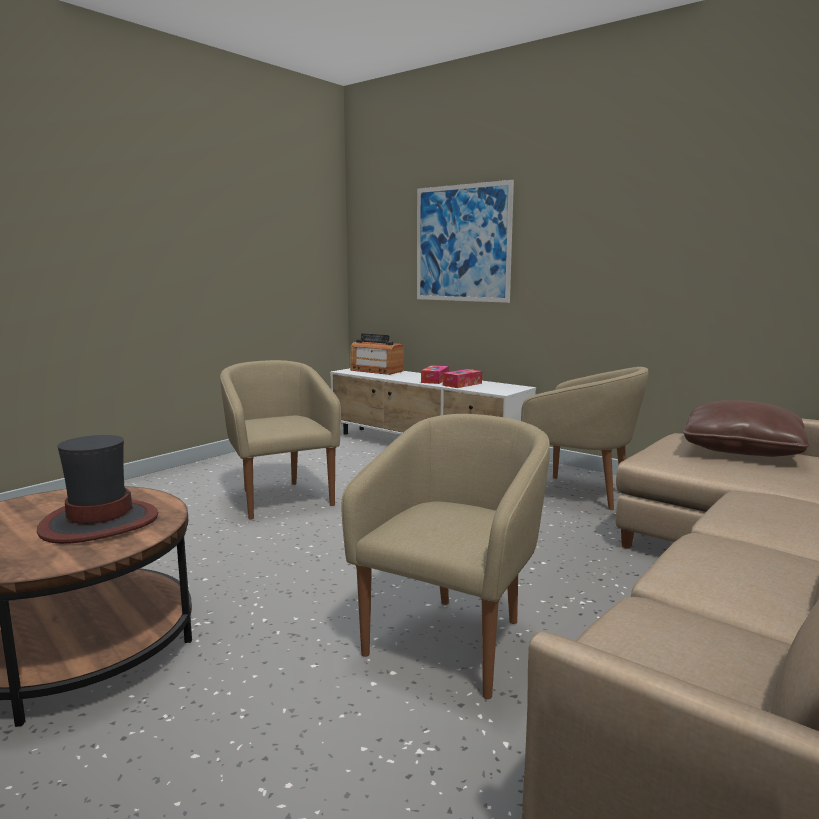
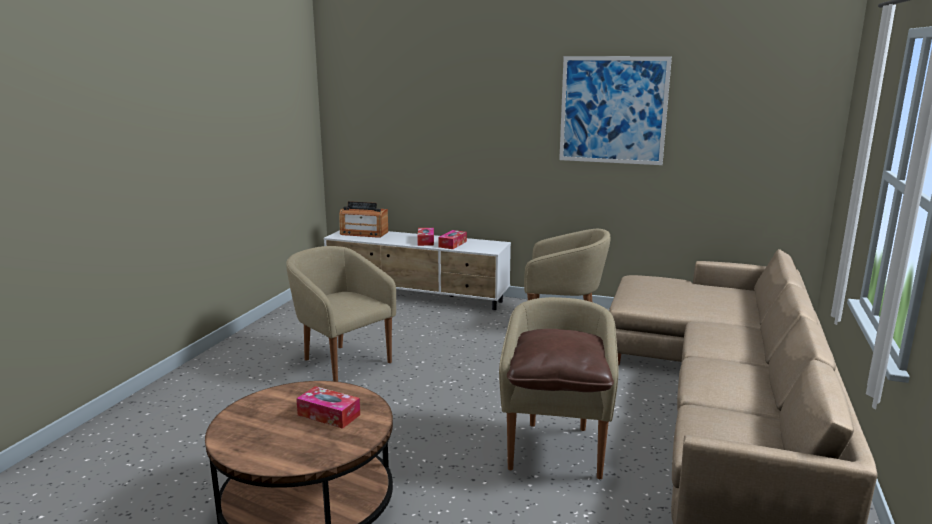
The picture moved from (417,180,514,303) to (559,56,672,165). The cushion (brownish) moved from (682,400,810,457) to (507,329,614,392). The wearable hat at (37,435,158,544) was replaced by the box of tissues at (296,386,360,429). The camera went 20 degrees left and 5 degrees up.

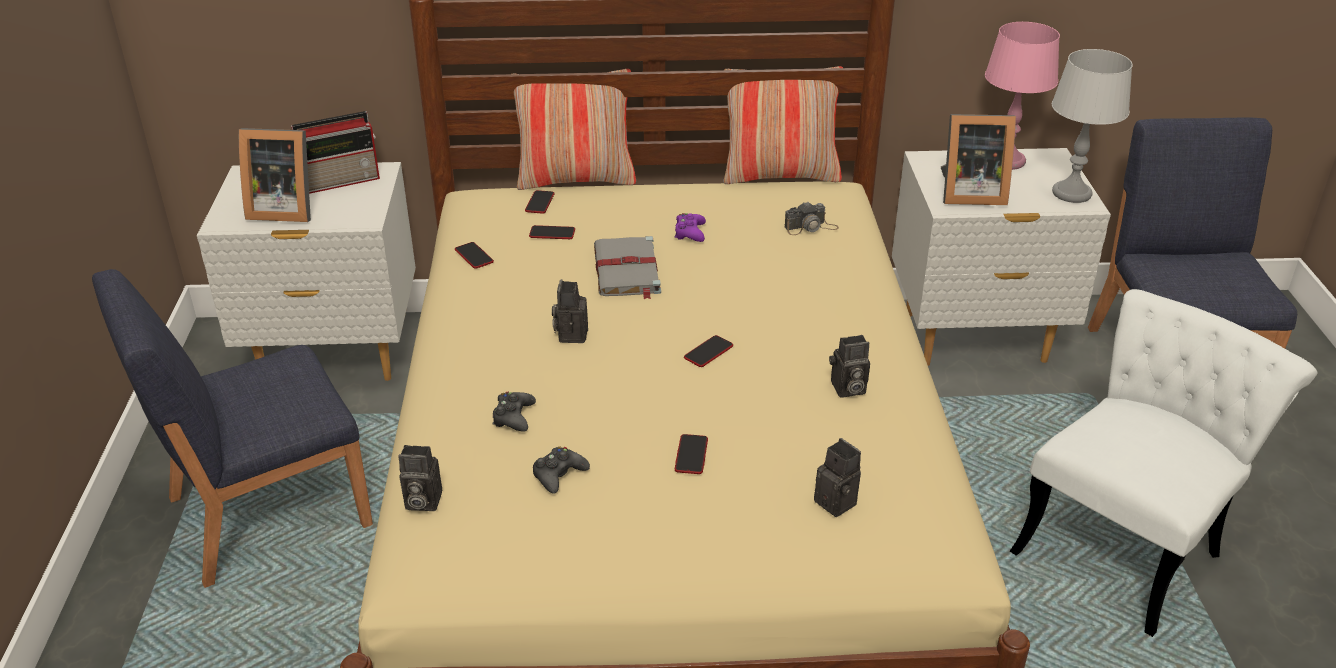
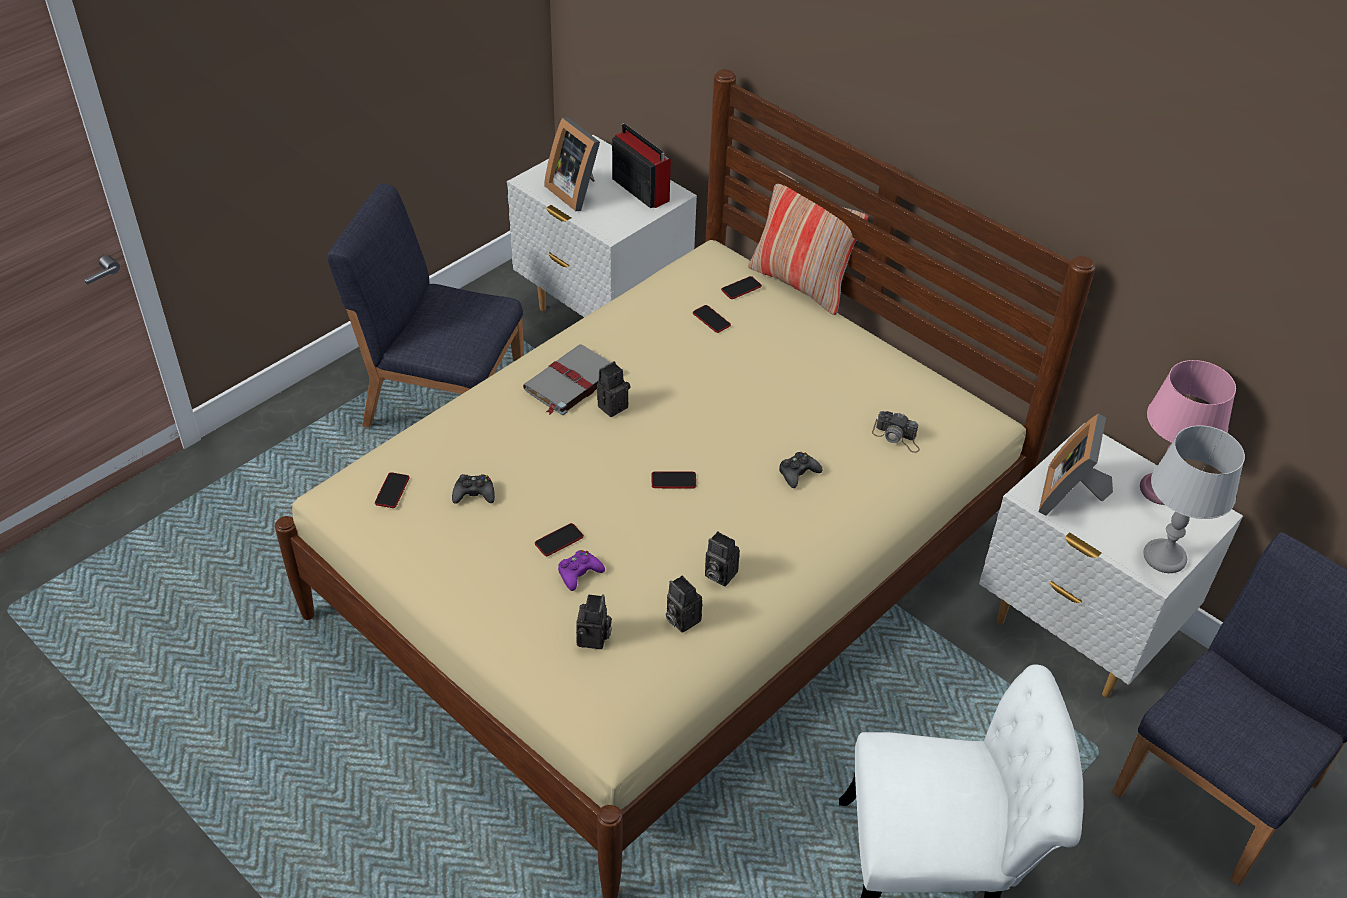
The cushion at (723,66,843,184) disappeared. The radio set at (291,111,380,194) turned 150 degrees counterclockwise. The photo frame at (941,114,1016,205) turned 60 degrees clockwise. The game controller (purple) moved from (674,213,706,242) to (558,550,605,591). The book (greyish) moved from (594,236,661,299) to (523,344,611,415). The telephone moved from (455,242,494,269) to (375,472,409,508). The game controller (black-coloured) moved from (492,392,536,432) to (779,452,823,488). The photo camera moved from (398,445,442,511) to (666,576,702,633). The camera went 45 degrees right and 10 degrees up.

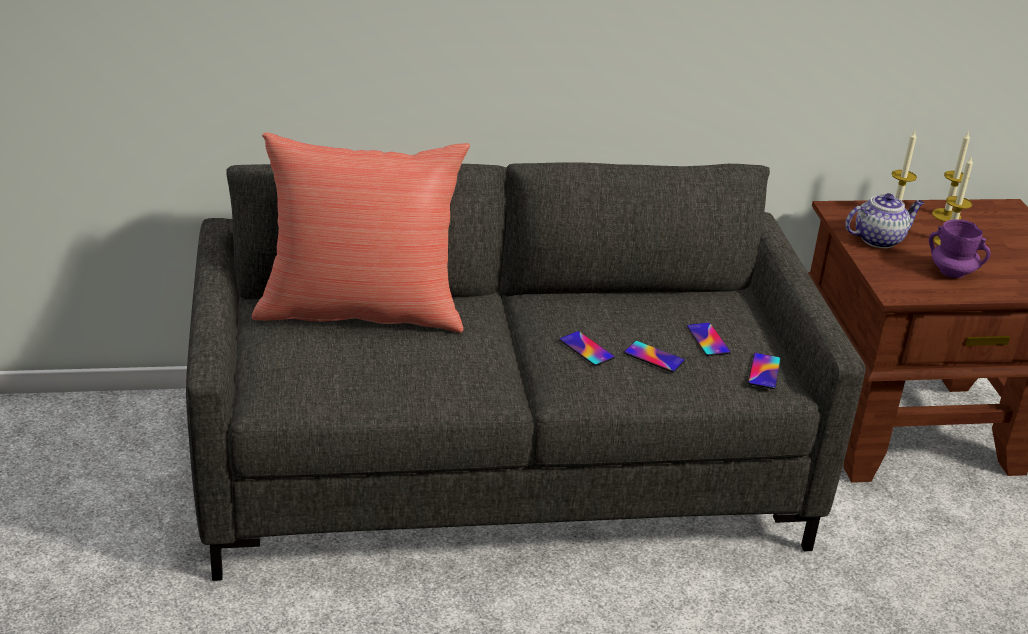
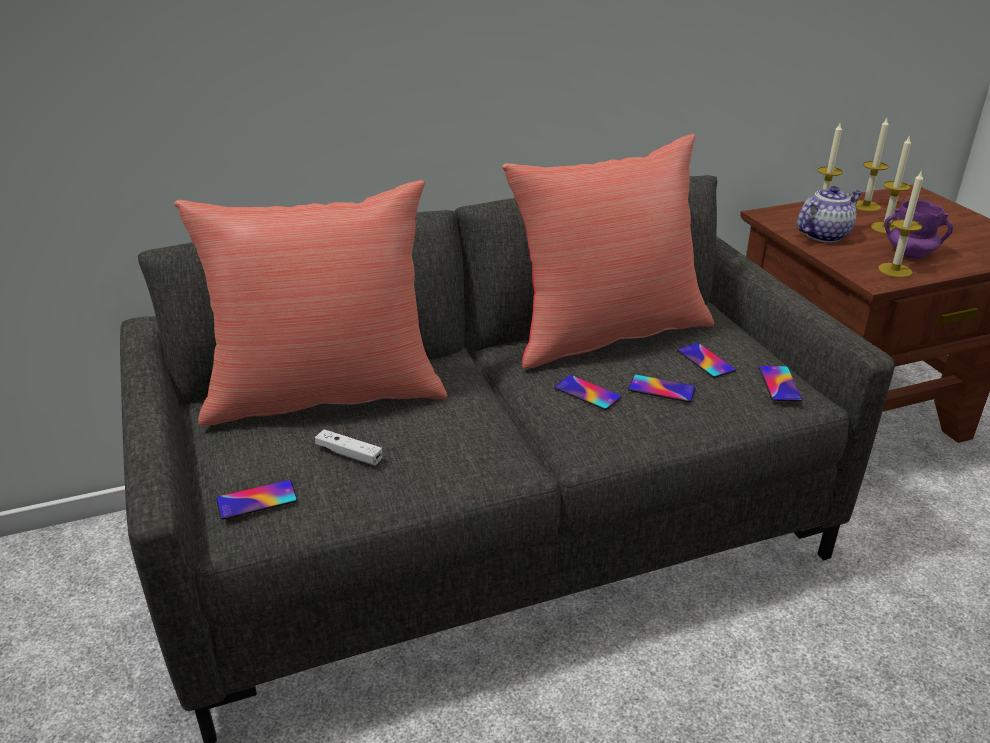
The cushion (reddish) at (502,134,714,369) appeared. The candle at (878,170,923,278) appeared. The game controller (white) at (315,429,382,466) appeared. The telephone at (216,480,297,520) appeared. The camera went 10 degrees left and 0 degrees up.

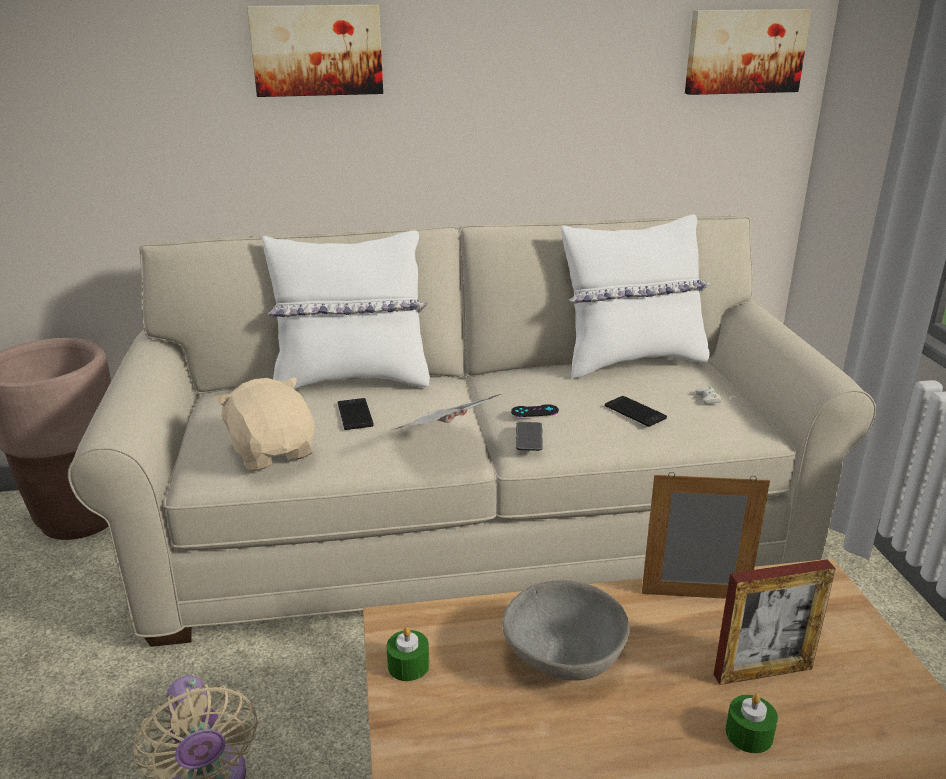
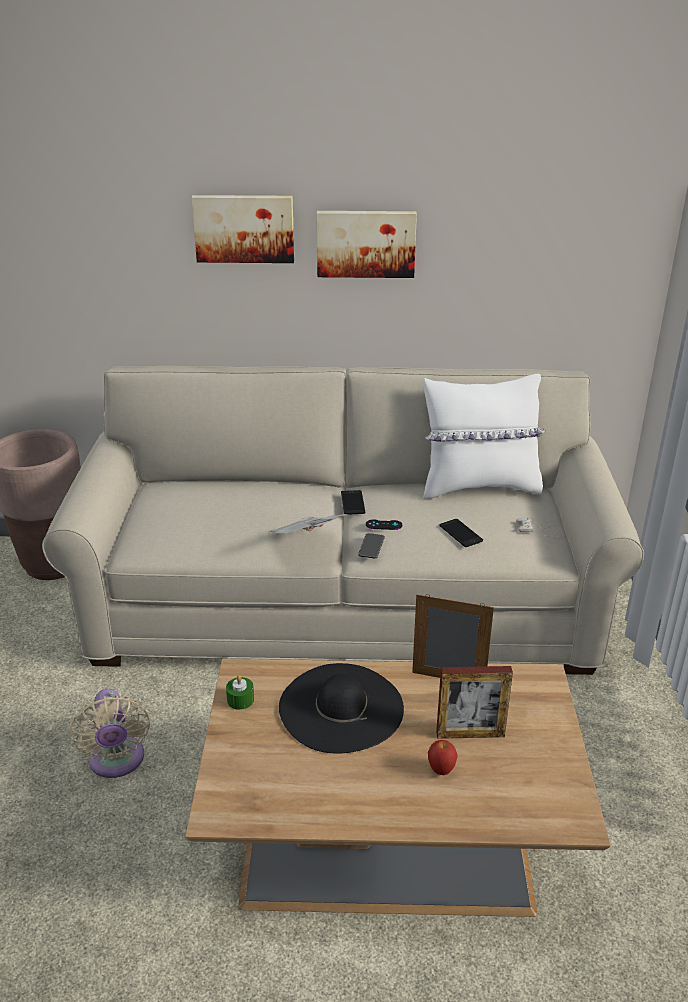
The picture moved from (685,9,811,95) to (316,211,417,278). The cushion (white) at (262,230,430,389) disappeared. The soft toy (beige-coloured) at (214,377,315,472) disappeared. The telephone moved from (338,398,374,430) to (341,490,365,515). The serving bowl (greyish) at (502,580,630,681) was replaced by the wearable hat (black-coloured) at (279,663,404,754). The candle (greenish) at (726,693,778,753) was replaced by the apple fruit at (428,740,458,775). The camera went 10 degrees right and 5 degrees up.

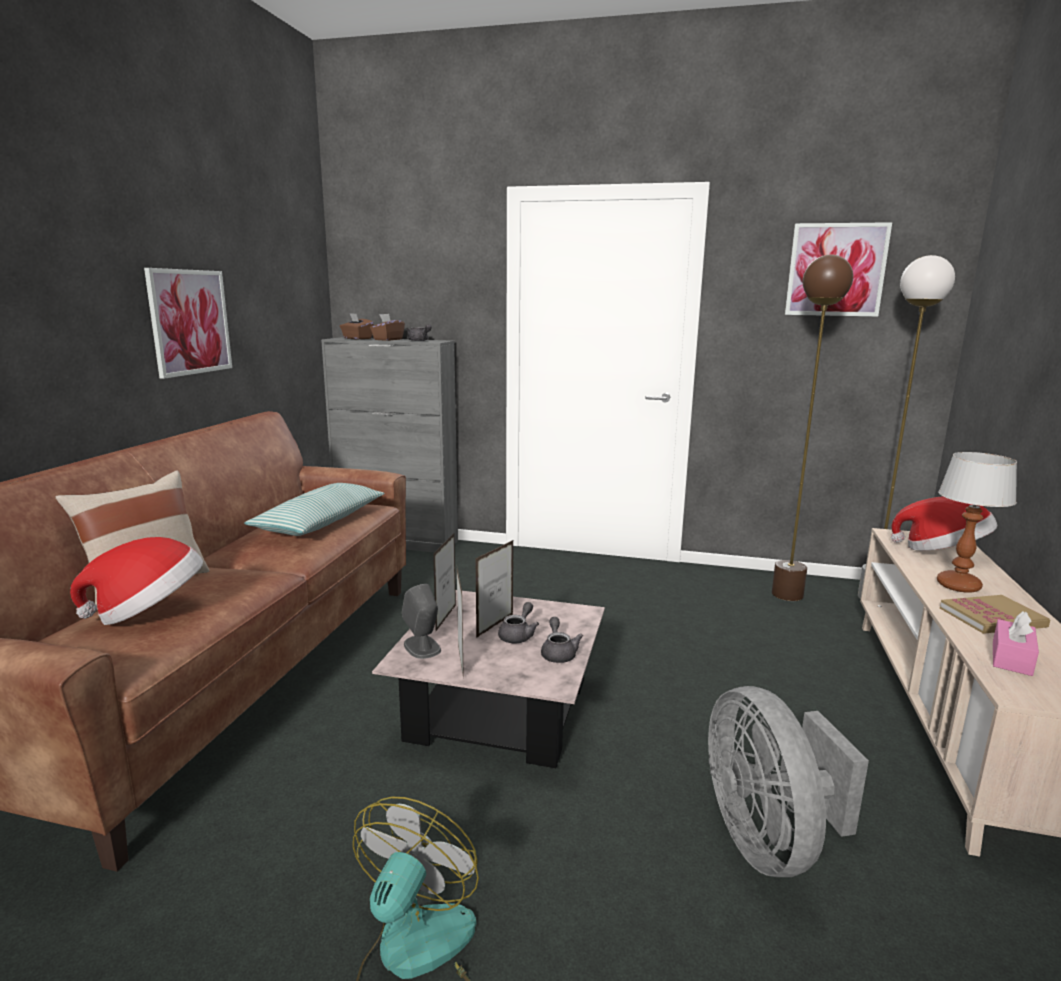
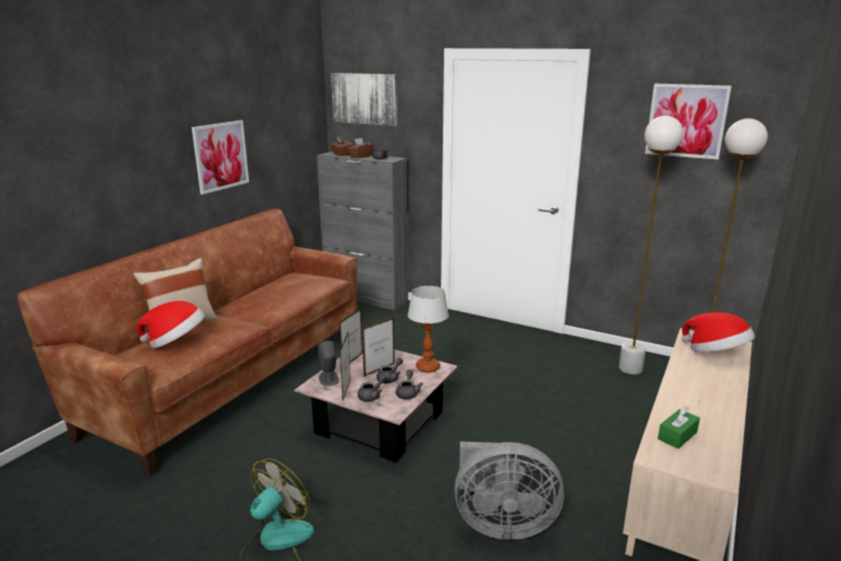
The standing lamp (brownish) at (772,254,853,601) became the standing lamp (white) at (619,116,683,374). The tabletop lamp moved from (937,452,1017,593) to (408,286,449,373). The cushion at (244,483,385,536) disappeared. The book at (940,595,1050,634) disappeared. The box of tissues (pink) at (993,611,1039,676) became the box of tissues (greenish) at (658,406,700,449). The electric fan (greyish) at (708,686,869,877) turned 90 degrees counterclockwise. The picture at (331,73,398,126) appeared. The pot for tea (greyish) at (358,374,387,402) appeared. The camera went 15 degrees right and 5 degrees up.

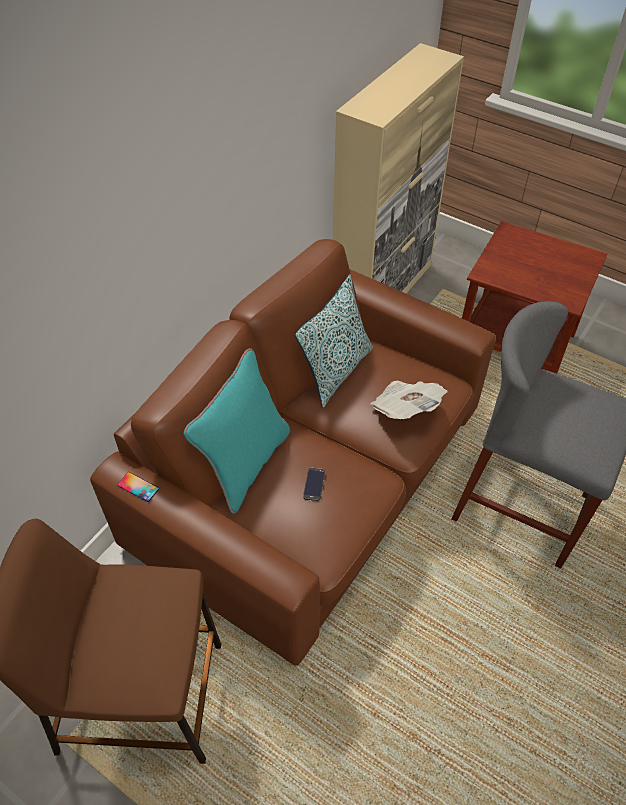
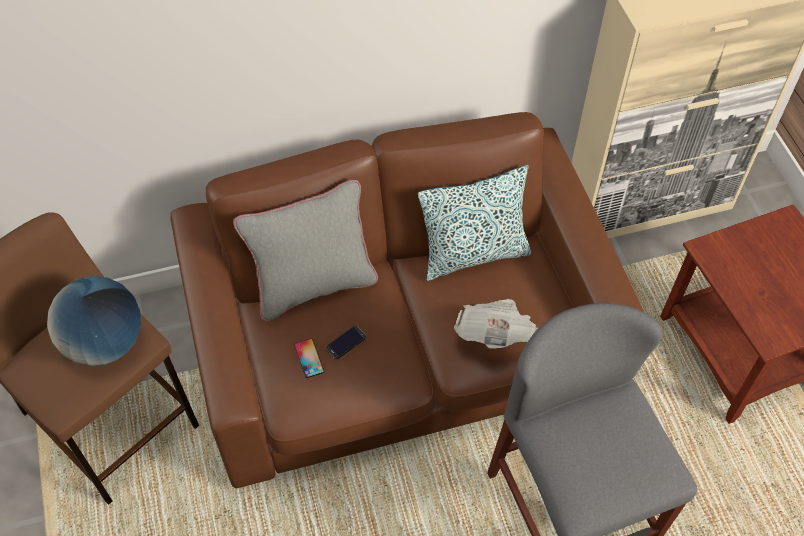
The cushion (turquoise) at (184,348,290,514) became the cushion (greyish) at (233,180,378,321). The telephone moved from (117,472,159,502) to (295,339,324,378). The desk globe at (47,276,141,366) appeared. The camera went 40 degrees right and 5 degrees up.

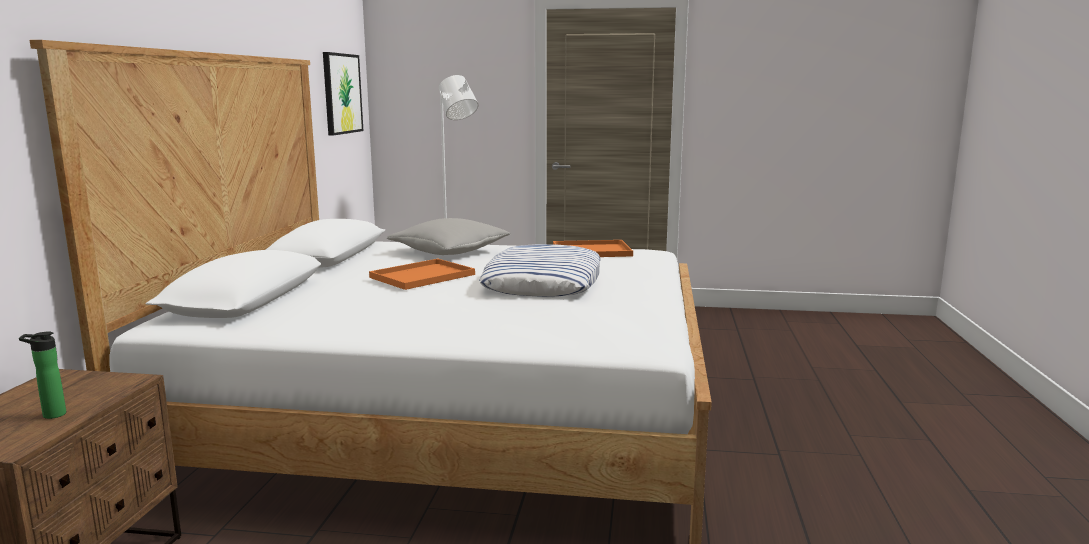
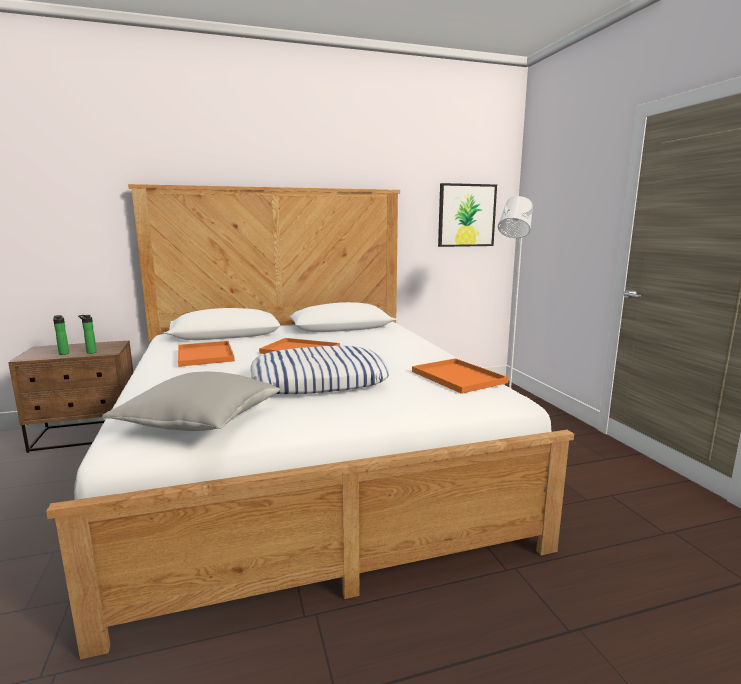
The cushion (greyish) moved from (387,218,511,255) to (102,372,280,431). The drink bottle at (78,315,97,354) appeared. The serving tray (orangey) at (178,341,235,367) appeared. The camera went 65 degrees right and 0 degrees up.

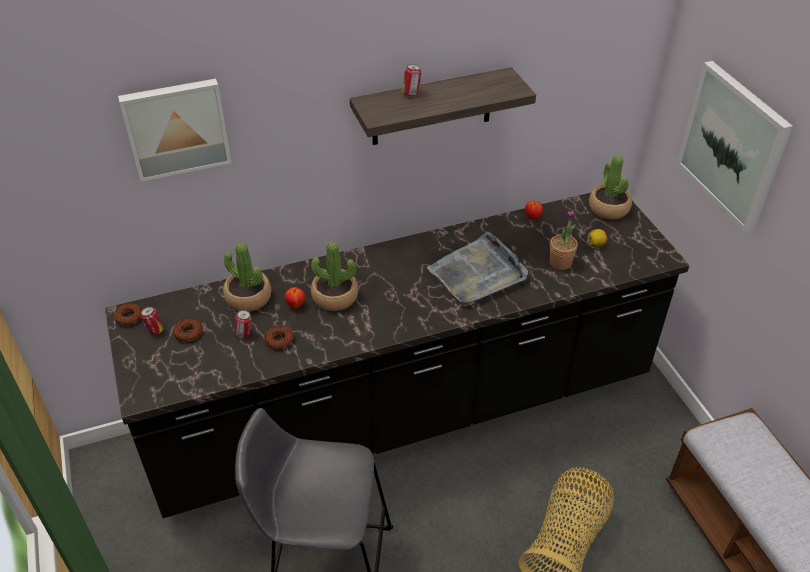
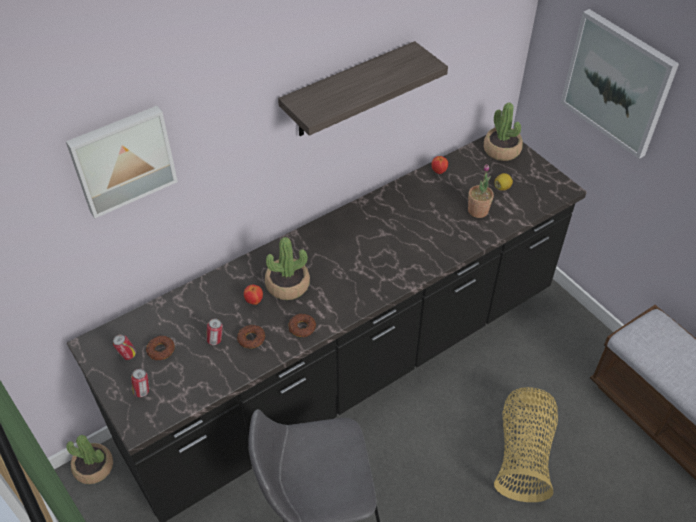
The sealed can moved from (402,64,421,96) to (131,369,149,397). The serving tray (greyish) at (427,232,528,305) disappeared. The potted plant moved from (223,243,271,312) to (66,435,113,484). The donut moved from (113,303,142,326) to (288,314,316,337). The camera went 15 degrees left and 5 degrees up.

